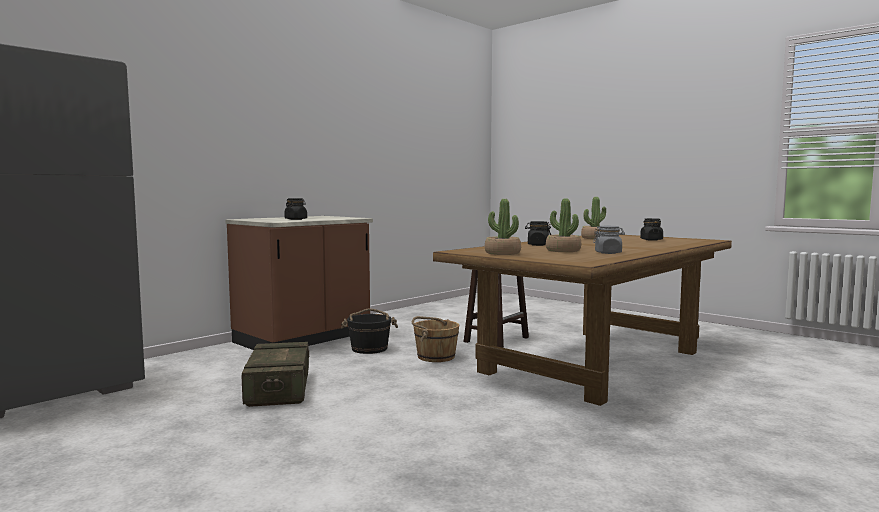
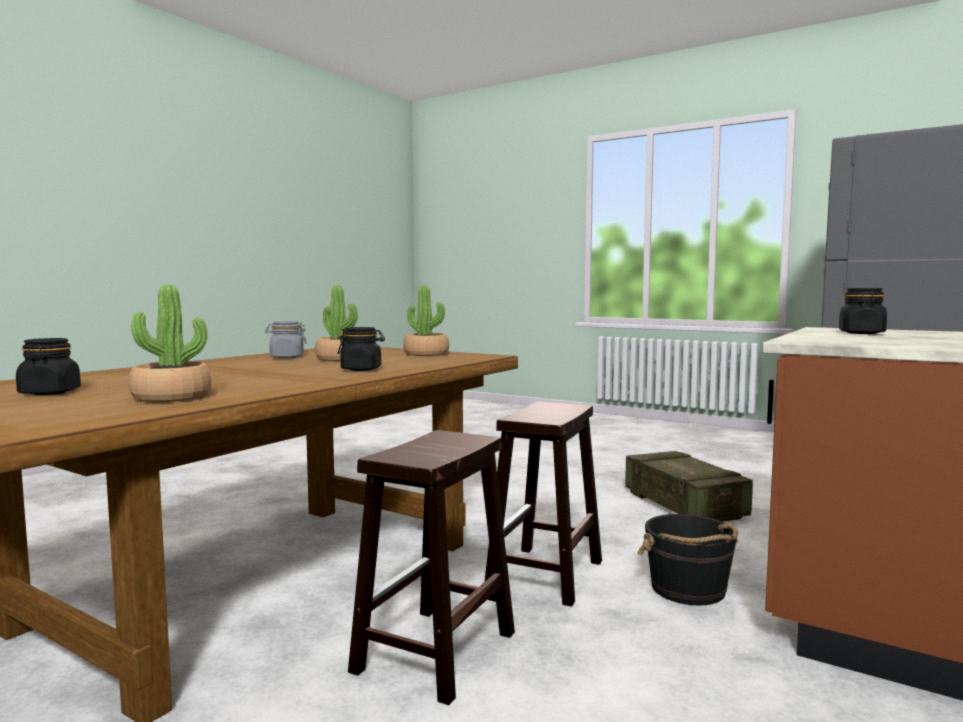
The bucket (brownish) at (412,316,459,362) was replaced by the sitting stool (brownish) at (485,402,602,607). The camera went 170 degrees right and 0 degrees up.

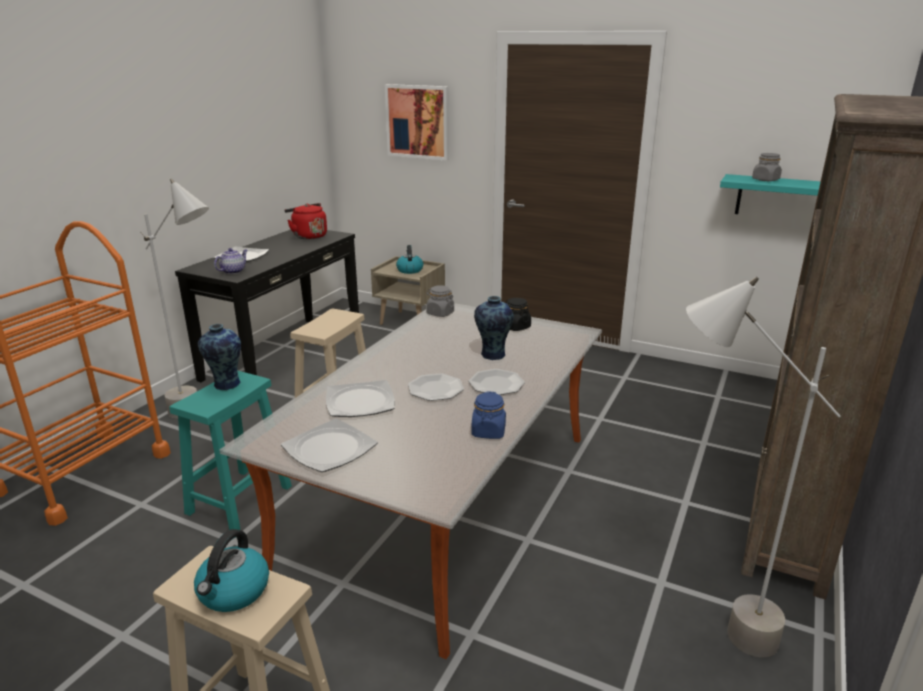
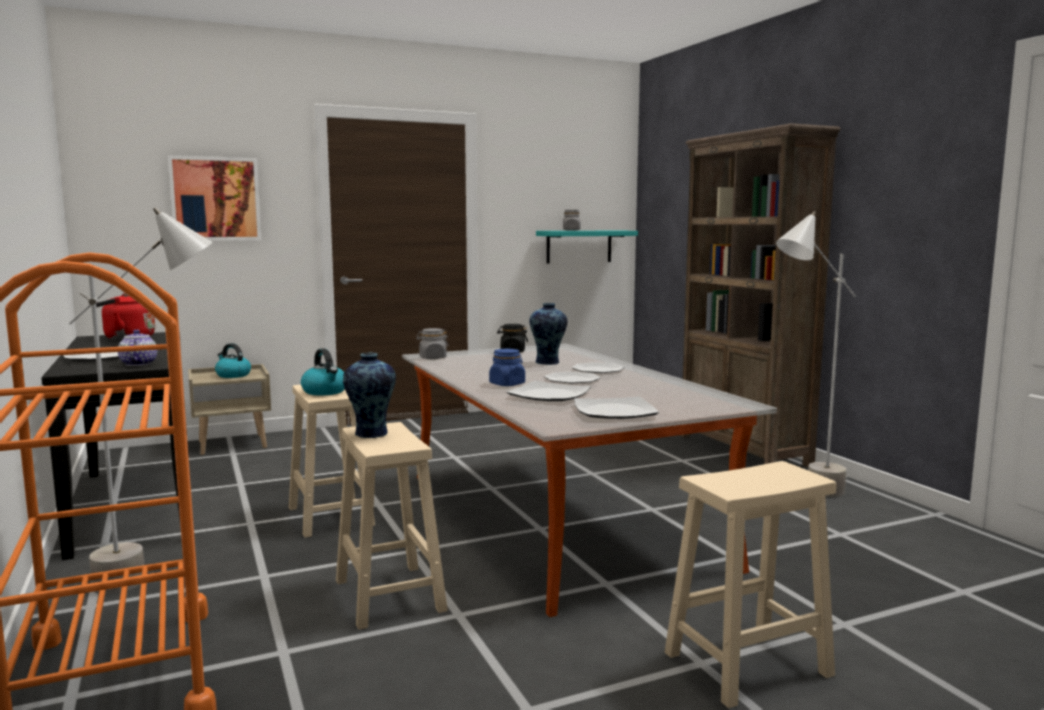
The sitting stool (turquoise) at (169,370,292,530) became the sitting stool (beige-coloured) at (336,422,448,630). The storage jar (blue) moved from (471,391,506,439) to (489,349,525,386). The water kettle moved from (194,529,269,612) to (301,348,345,396). The camera went 50 degrees left and 15 degrees down.

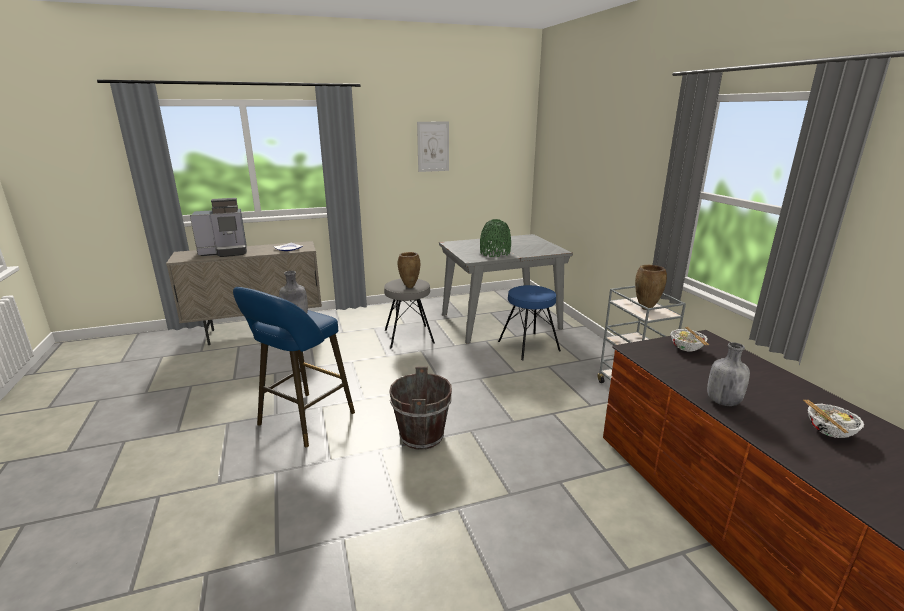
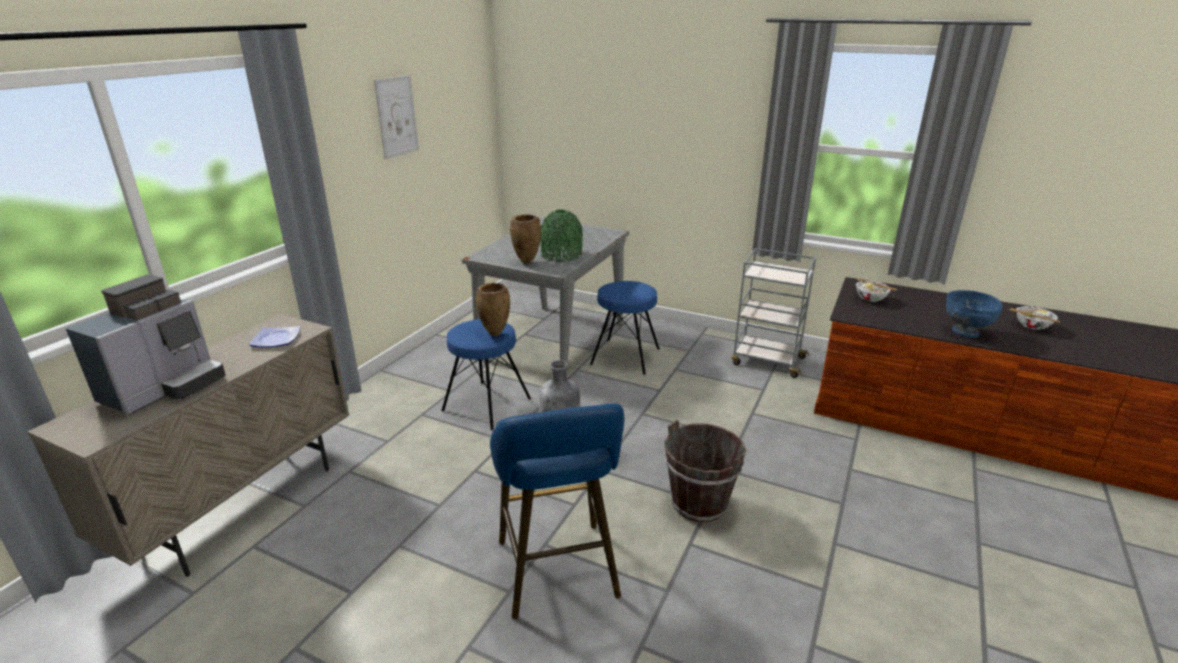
The vase (brownish) moved from (635,265,667,310) to (510,215,541,264). The sitting stool (greyish) at (384,279,435,348) became the sitting stool (blue) at (441,319,531,430). The drink bottle (greyish) at (707,342,750,406) was replaced by the serving bowl (blue) at (946,290,1002,338). The camera went 45 degrees left and 5 degrees up.

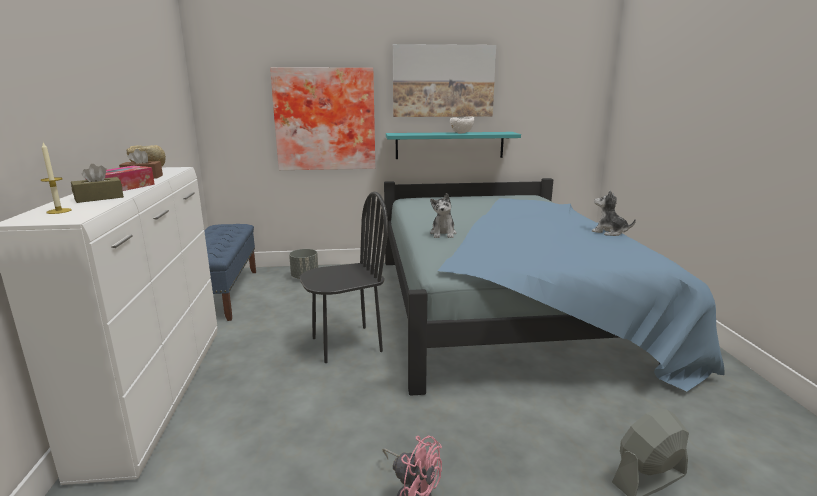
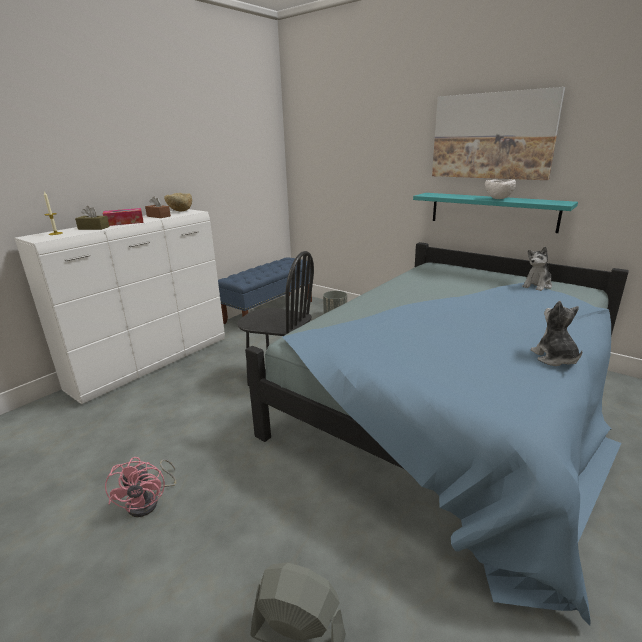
The picture at (270,67,375,170) disappeared. The soft toy moved from (430,193,457,238) to (522,247,552,291). The camera went 45 degrees right and 5 degrees up.

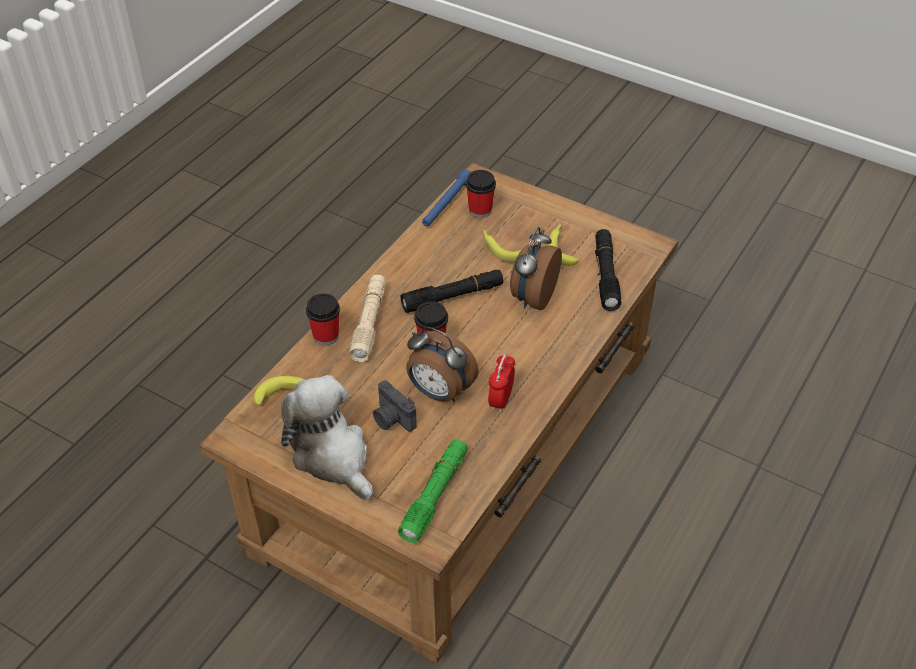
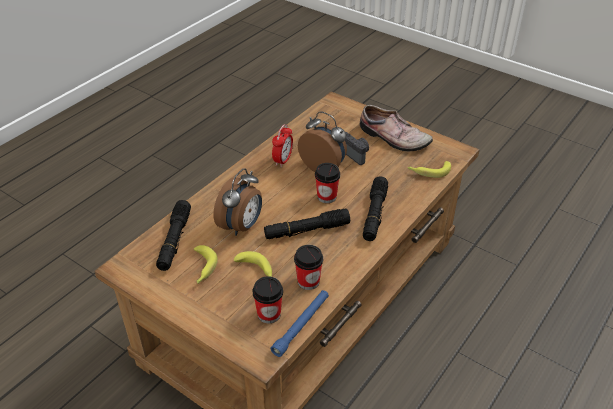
The torch (beige-coloured) at (349,275,386,362) became the torch (black-coloured) at (363,176,388,241). The small cup moved from (306,293,340,346) to (294,245,323,290). The soft toy at (281,375,373,500) was replaced by the item of footwear at (360,105,433,151). The torch (greenish) at (398,439,467,543) disappeared. The camera went 175 degrees left and 5 degrees down.

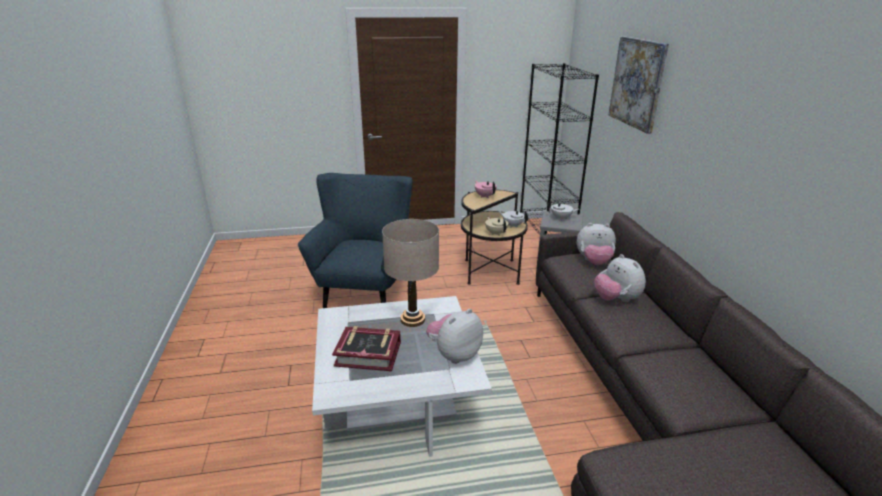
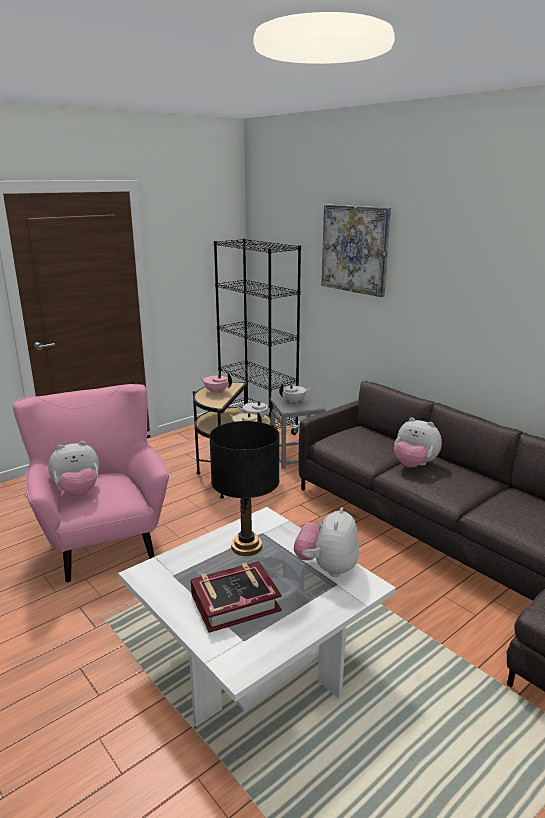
The lounge chair (blue) at (298,173,413,308) became the lounge chair (pink) at (13,384,169,583). The tabletop lamp (beige-coloured) at (382,219,439,327) became the tabletop lamp (black-coloured) at (209,421,280,556). The soft toy moved from (577,223,616,265) to (48,441,99,496). The camera went 30 degrees left and 5 degrees down.

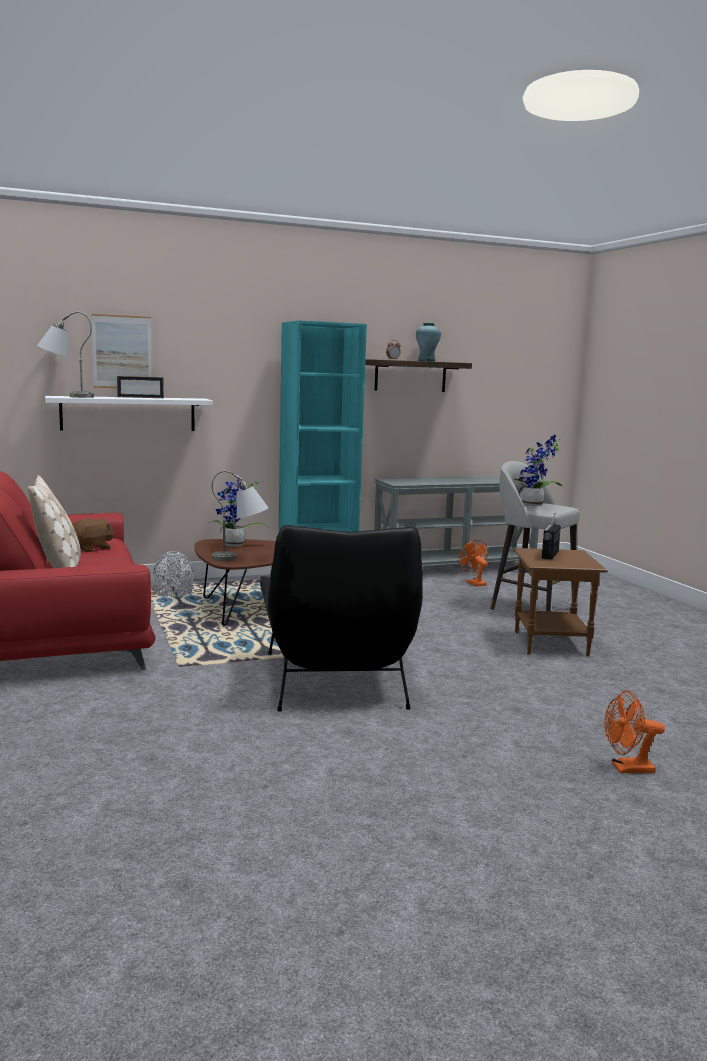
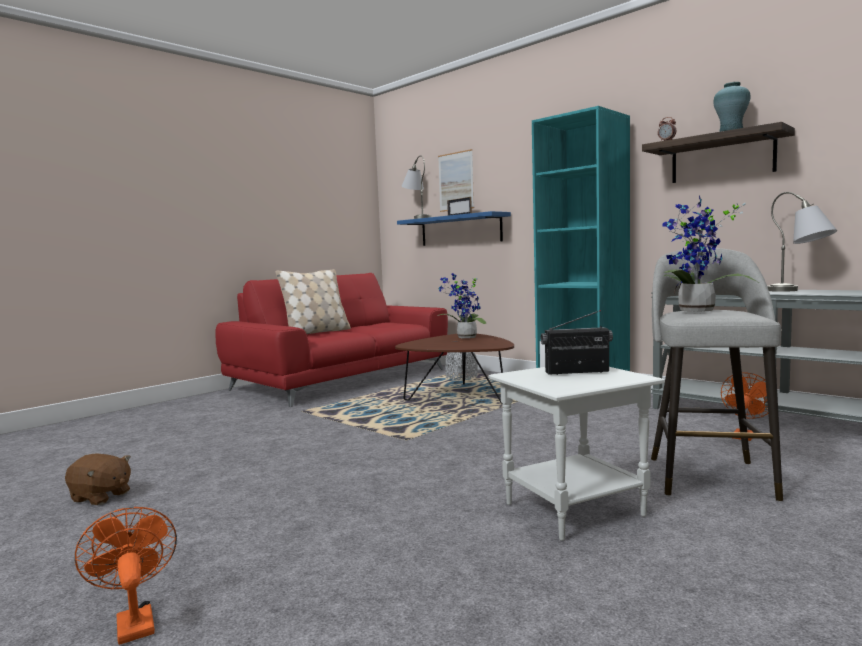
The shelf (white) at (45,396,213,431) became the shelf (blue) at (397,211,511,246). The tabletop lamp (greyish) moved from (212,471,268,561) to (767,192,837,292). The soft toy (brownish) moved from (73,519,115,552) to (65,454,131,505). The lounge chair (black-coloured) at (260,525,423,712) disappeared. The accent table (brownish) at (513,548,608,657) became the accent table (white) at (488,367,665,541). The camera went 65 degrees right and 5 degrees down.

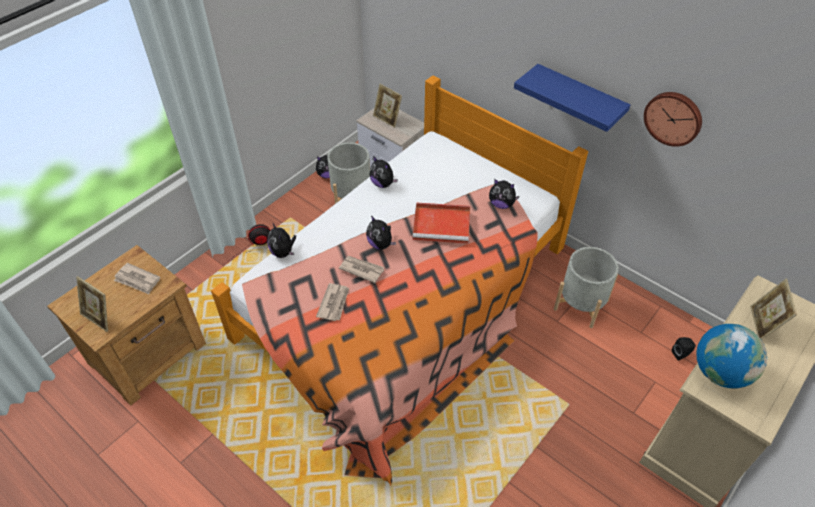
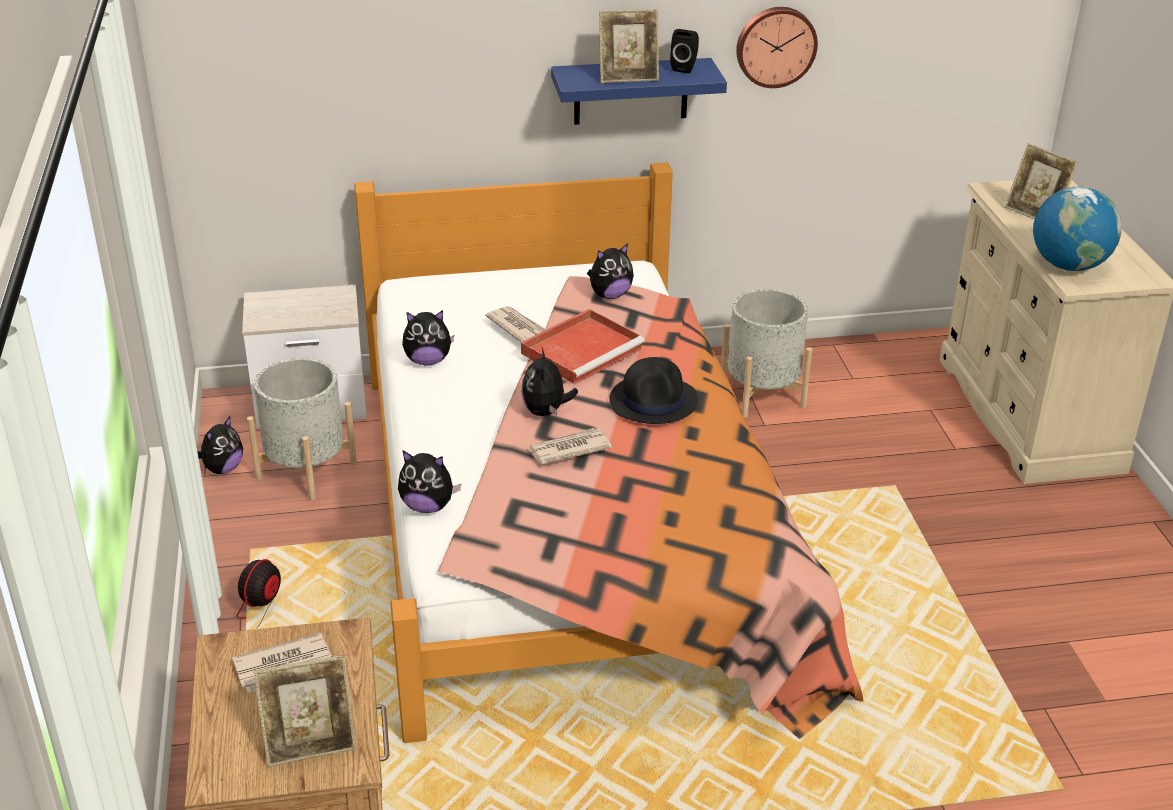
The photo frame moved from (373,84,402,128) to (599,9,659,83). The soft toy at (366,215,396,250) turned 90 degrees clockwise. The daily paper moved from (316,283,349,321) to (485,306,546,342). The audio speaker (black-coloured) moved from (672,337,696,361) to (670,29,699,73). The wearable hat (black-coloured) at (610,357,698,424) appeared. The camera went 50 degrees left and 15 degrees down.

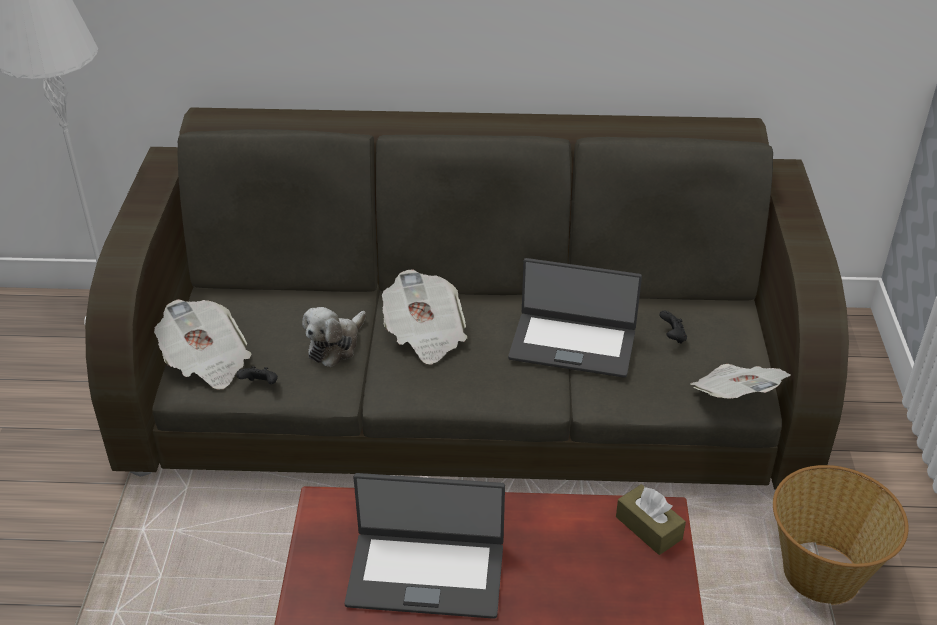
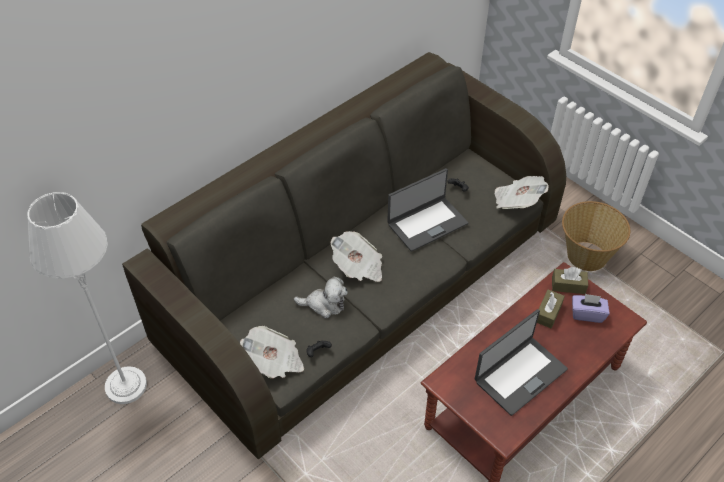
The soft toy at (302,307,366,367) turned 75 degrees counterclockwise. The box of tissues (brownish) at (537,290,565,328) appeared. The box of tissues (purple) at (572,294,610,323) appeared. The camera went 45 degrees left and 10 degrees up.

